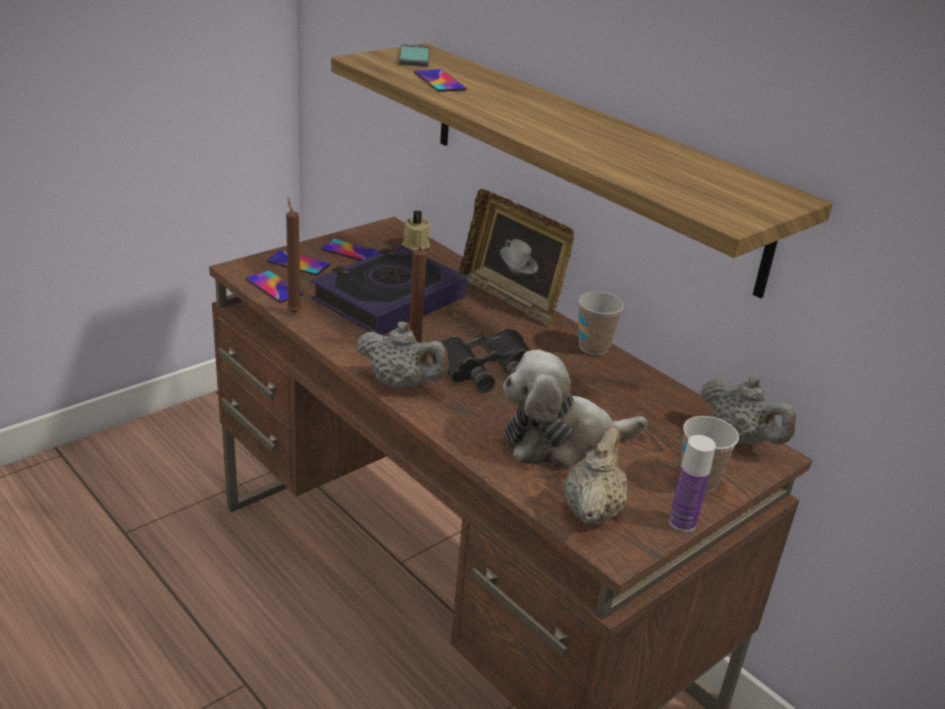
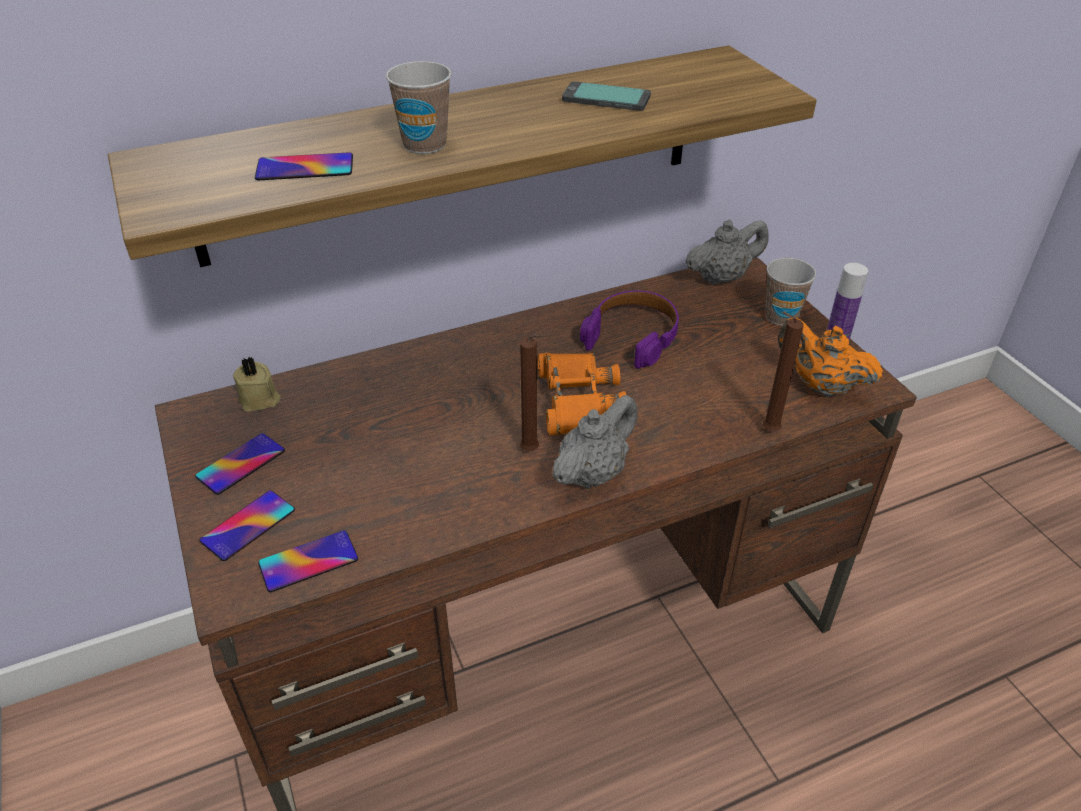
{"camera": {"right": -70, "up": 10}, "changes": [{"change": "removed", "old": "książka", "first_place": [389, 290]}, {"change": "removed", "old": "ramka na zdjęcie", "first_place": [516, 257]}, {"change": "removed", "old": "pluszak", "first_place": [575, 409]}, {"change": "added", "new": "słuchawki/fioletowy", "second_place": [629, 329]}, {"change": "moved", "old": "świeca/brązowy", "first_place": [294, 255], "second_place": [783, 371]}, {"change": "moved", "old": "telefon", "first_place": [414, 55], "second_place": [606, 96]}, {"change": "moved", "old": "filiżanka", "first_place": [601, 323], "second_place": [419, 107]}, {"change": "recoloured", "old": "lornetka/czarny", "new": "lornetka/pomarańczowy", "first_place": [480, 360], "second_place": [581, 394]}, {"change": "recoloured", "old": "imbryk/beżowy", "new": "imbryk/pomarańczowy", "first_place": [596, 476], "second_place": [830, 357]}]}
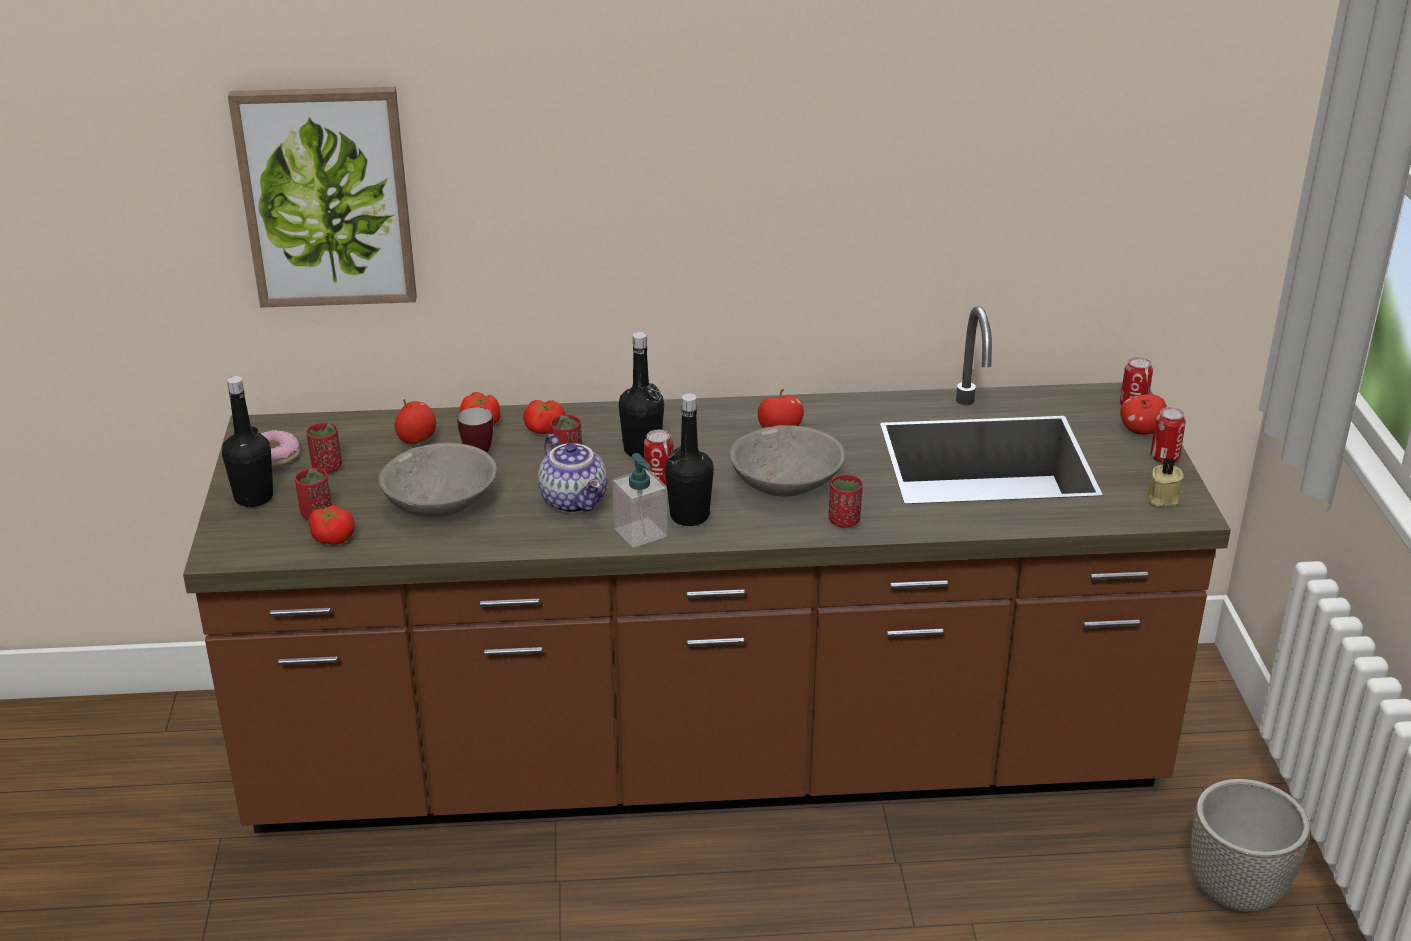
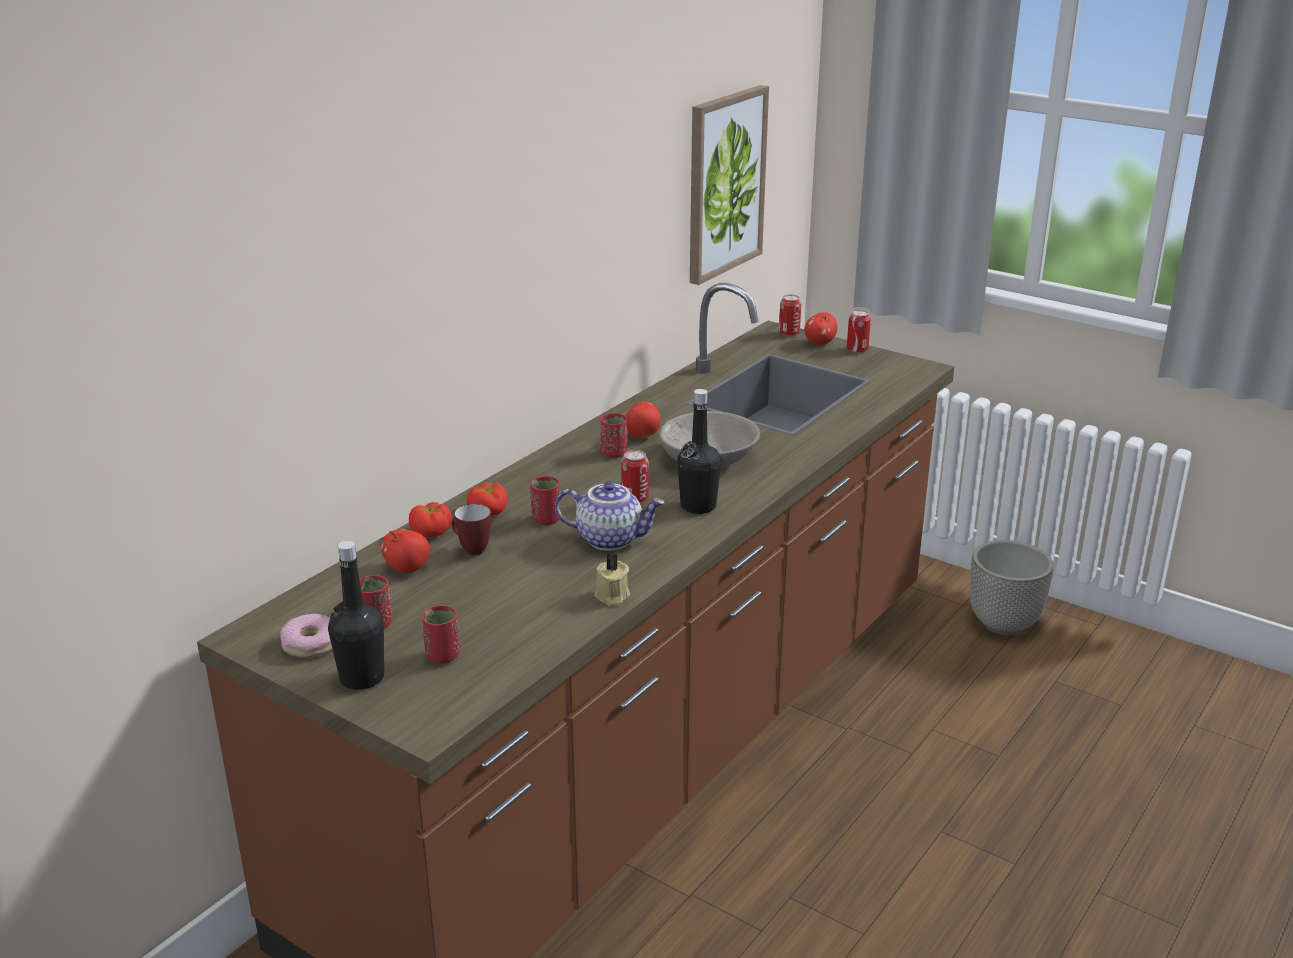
{"camera": {"right": -50, "up": -5}, "changes": [{"change": "removed", "old": "pomidor", "first_place": [331, 525]}, {"change": "removed", "old": "miska/szary", "first_place": [437, 480]}, {"change": "removed", "old": "dozownik mydła", "first_place": [640, 500]}, {"change": "removed", "old": "butelka/czarny", "first_place": [641, 395]}, {"change": "moved", "old": "obraz", "first_place": [322, 197], "second_place": [729, 185]}, {"change": "moved", "old": "filiżanka/czerwony", "first_place": [846, 501], "second_place": [614, 435]}, {"change": "moved", "old": "świeca/beżowy", "first_place": [1165, 482], "second_place": [612, 579]}]}
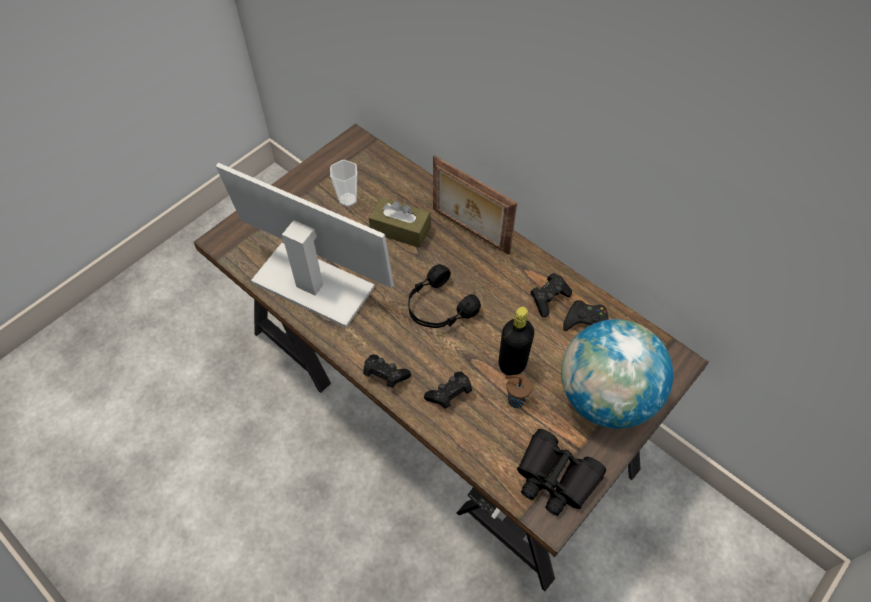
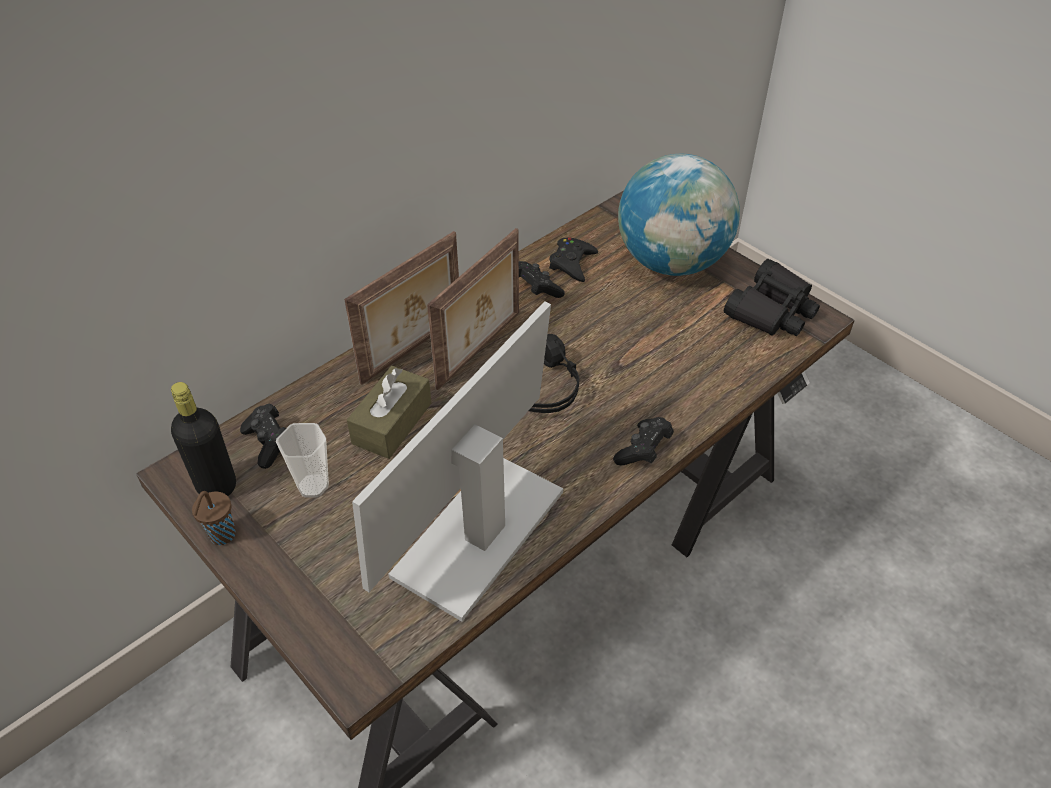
{"camera": {"right": -85, "up": -10}, "changes": [{"change": "added", "new": "ramka na zdjęcie", "second_place": [473, 309]}, {"change": "moved", "old": "pad do gier/czarny", "first_place": [448, 390], "second_place": [263, 436]}, {"change": "moved", "old": "butelka/czarny", "first_place": [516, 341], "second_place": [203, 439]}, {"change": "moved", "old": "filiżanka/brązowy", "first_place": [518, 391], "second_place": [213, 518]}]}
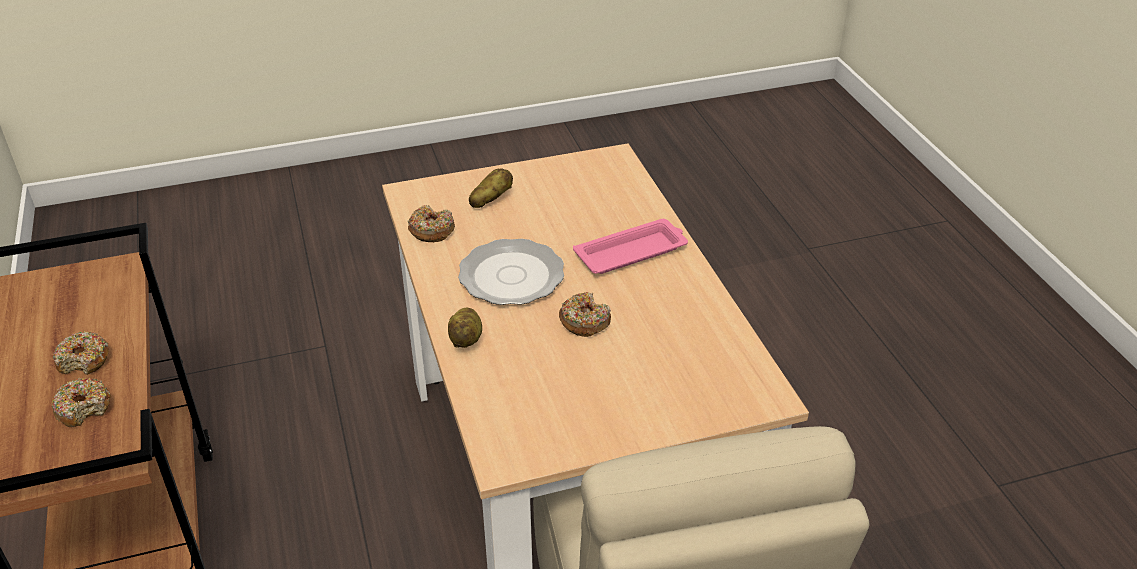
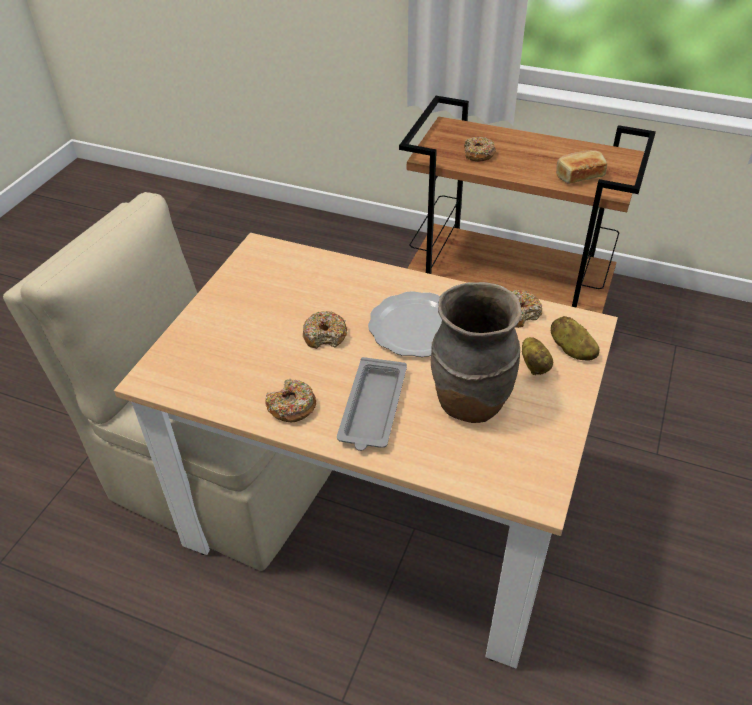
{"camera": {"right": 130, "up": 5}, "changes": [{"change": "added", "new": "wazon/brązowy", "second_place": [476, 352]}, {"change": "added", "new": "chleb", "second_place": [581, 167]}, {"change": "moved", "old": "donut", "first_place": [81, 353], "second_place": [290, 400]}, {"change": "moved", "old": "ziemniak", "first_place": [465, 328], "second_place": [575, 338]}, {"change": "recoloured", "old": "taca/różowy", "new": "taca/szary", "first_place": [630, 246], "second_place": [372, 404]}]}
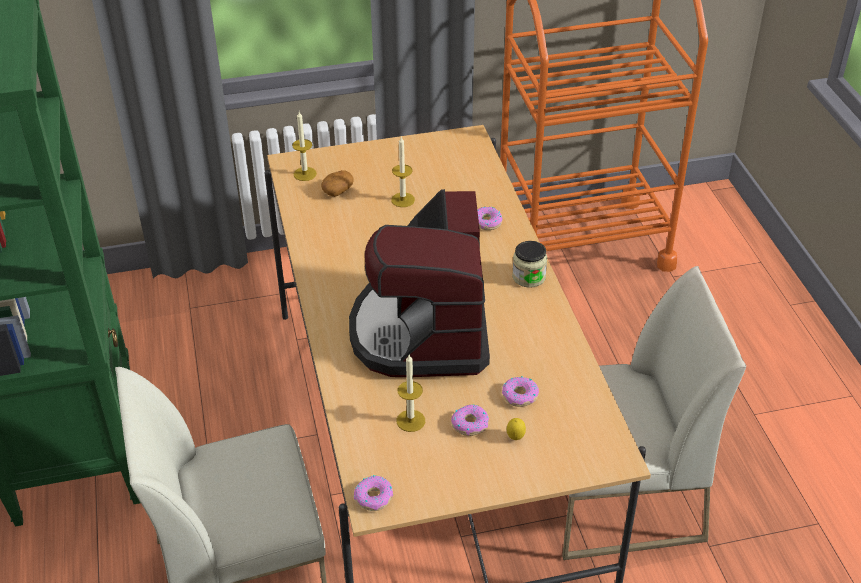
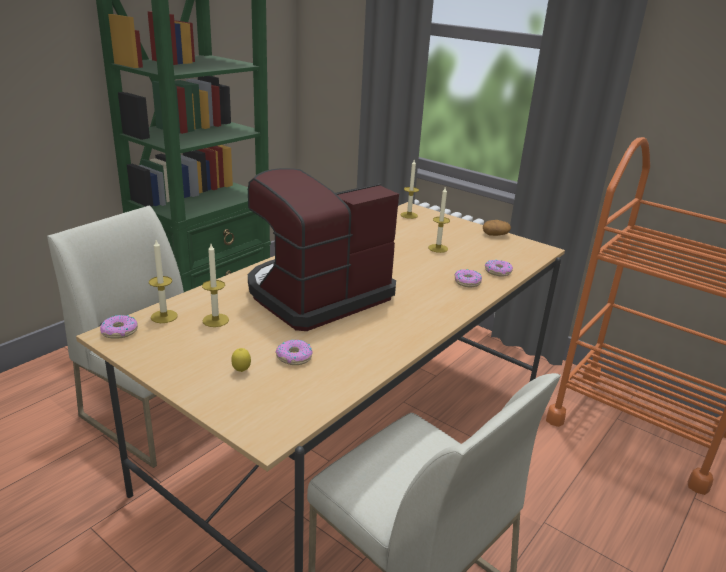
{"camera": {"right": 50, "up": -15}, "changes": [{"change": "removed", "old": "słoik", "first_place": [529, 264]}, {"change": "added", "new": "świeca", "second_place": [163, 281]}, {"change": "moved", "old": "ziemniak", "first_place": [337, 183], "second_place": [497, 228]}, {"change": "moved", "old": "donut", "first_place": [470, 420], "second_place": [499, 268]}]}
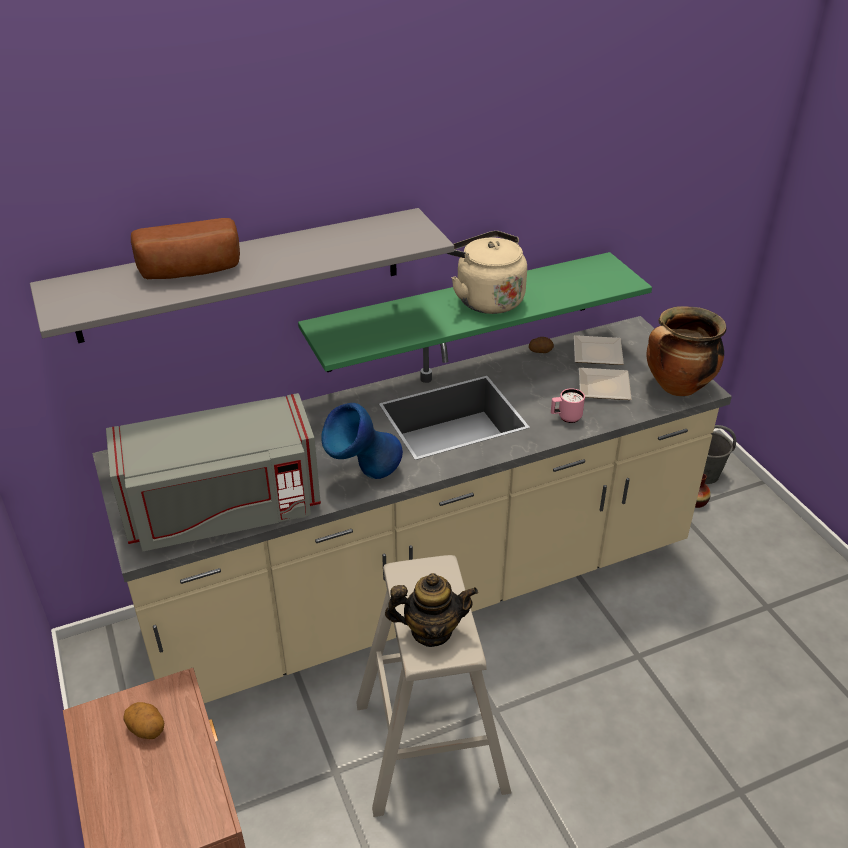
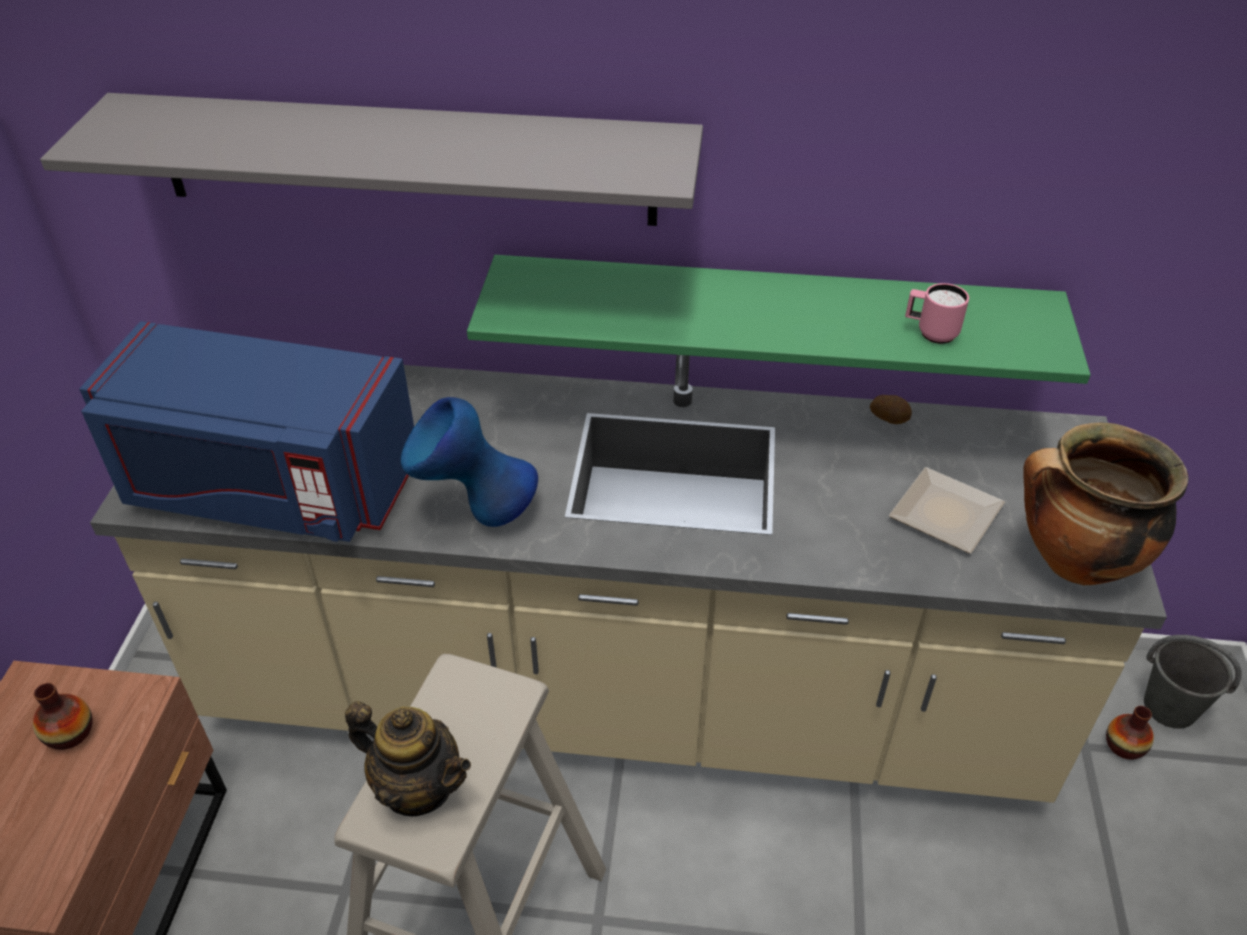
{"camera": {"right": 30, "up": 5}, "changes": [{"change": "removed", "old": "chleb", "first_place": [185, 248]}, {"change": "removed", "old": "czajnik/beżowy", "first_place": [486, 272]}, {"change": "removed", "old": "talerz", "first_place": [599, 350]}, {"change": "moved", "old": "kubek/różowy", "first_place": [568, 405], "second_place": [937, 313]}, {"change": "replaced", "old": "ziemniak", "new": "wazon", "first_place": [144, 720], "second_place": [63, 716]}, {"change": "recoloured", "old": "mikrofalówka/szary", "new": "mikrofalówka/niebieski", "first_place": [213, 472], "second_place": [246, 431]}]}
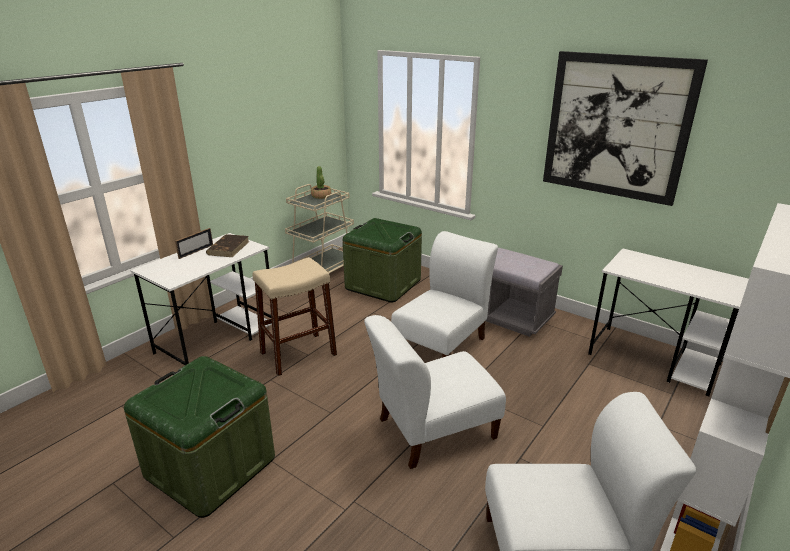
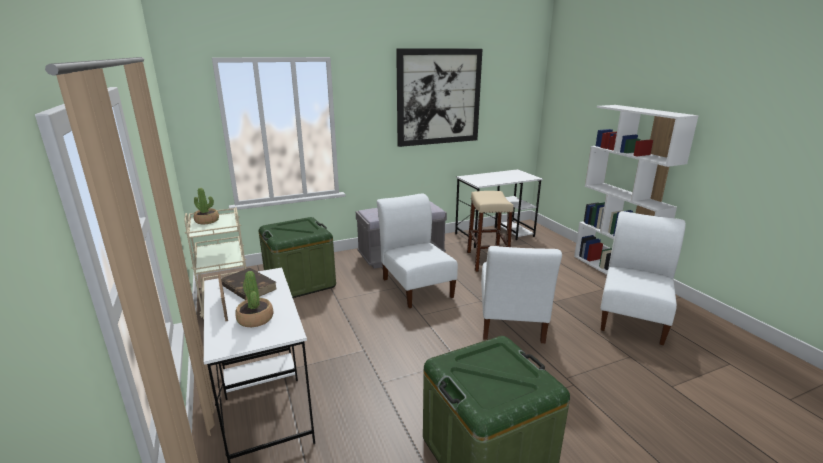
{"camera": {"right": -60, "up": -5}, "changes": [{"change": "added", "new": "roślina doniczkowa", "second_place": [254, 299]}, {"change": "moved", "old": "stołek/beżowy", "first_place": [295, 316], "second_place": [490, 231]}]}
